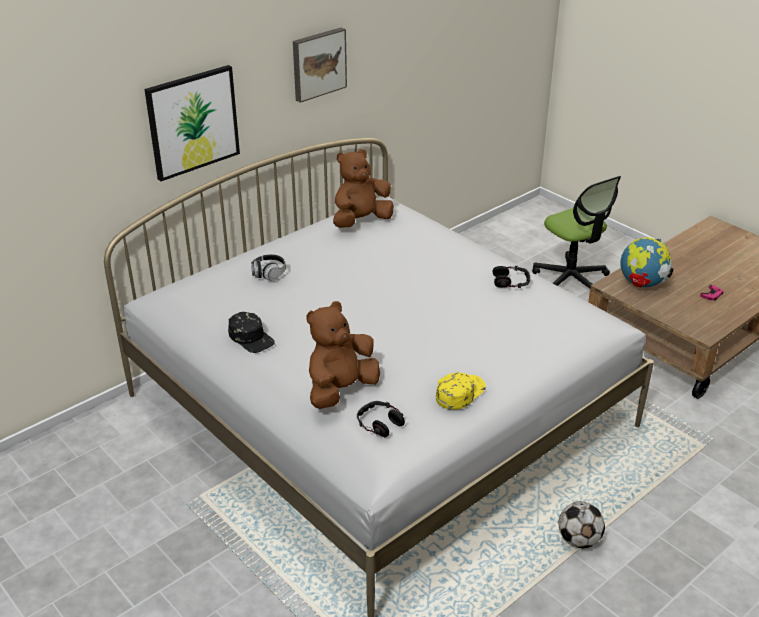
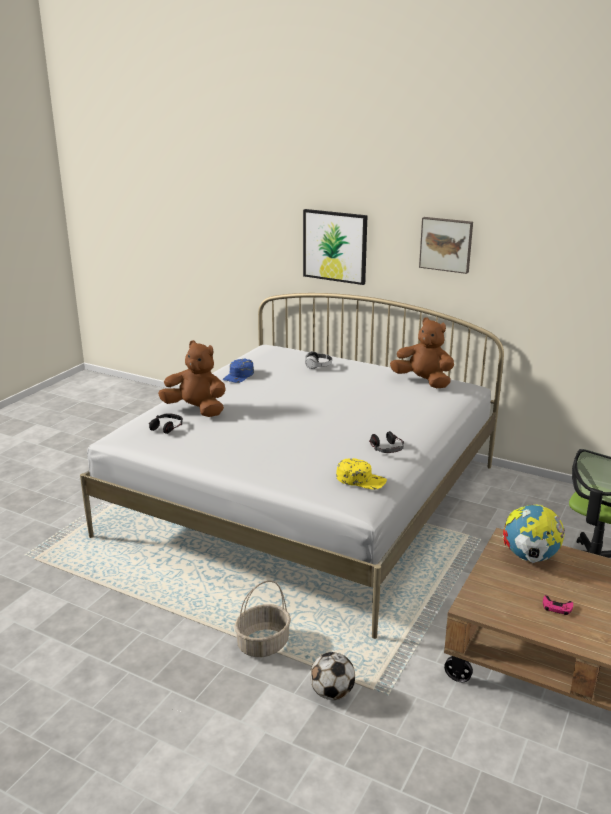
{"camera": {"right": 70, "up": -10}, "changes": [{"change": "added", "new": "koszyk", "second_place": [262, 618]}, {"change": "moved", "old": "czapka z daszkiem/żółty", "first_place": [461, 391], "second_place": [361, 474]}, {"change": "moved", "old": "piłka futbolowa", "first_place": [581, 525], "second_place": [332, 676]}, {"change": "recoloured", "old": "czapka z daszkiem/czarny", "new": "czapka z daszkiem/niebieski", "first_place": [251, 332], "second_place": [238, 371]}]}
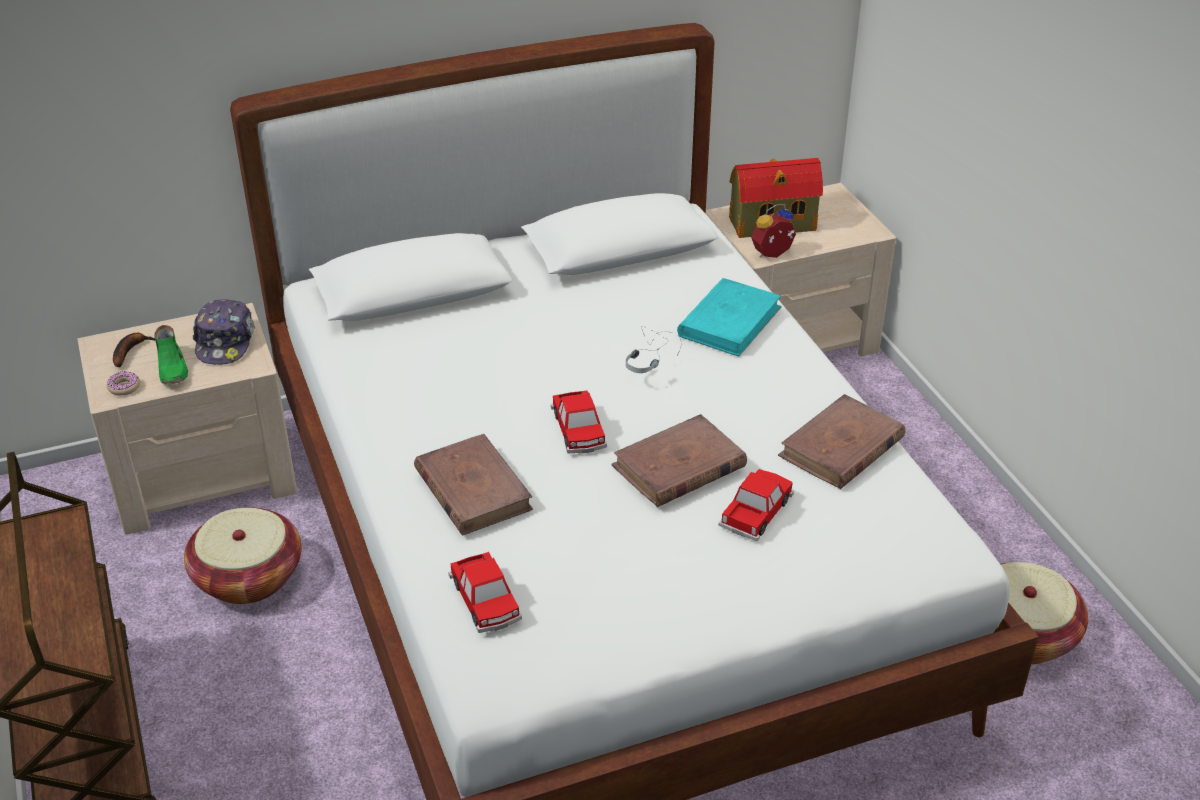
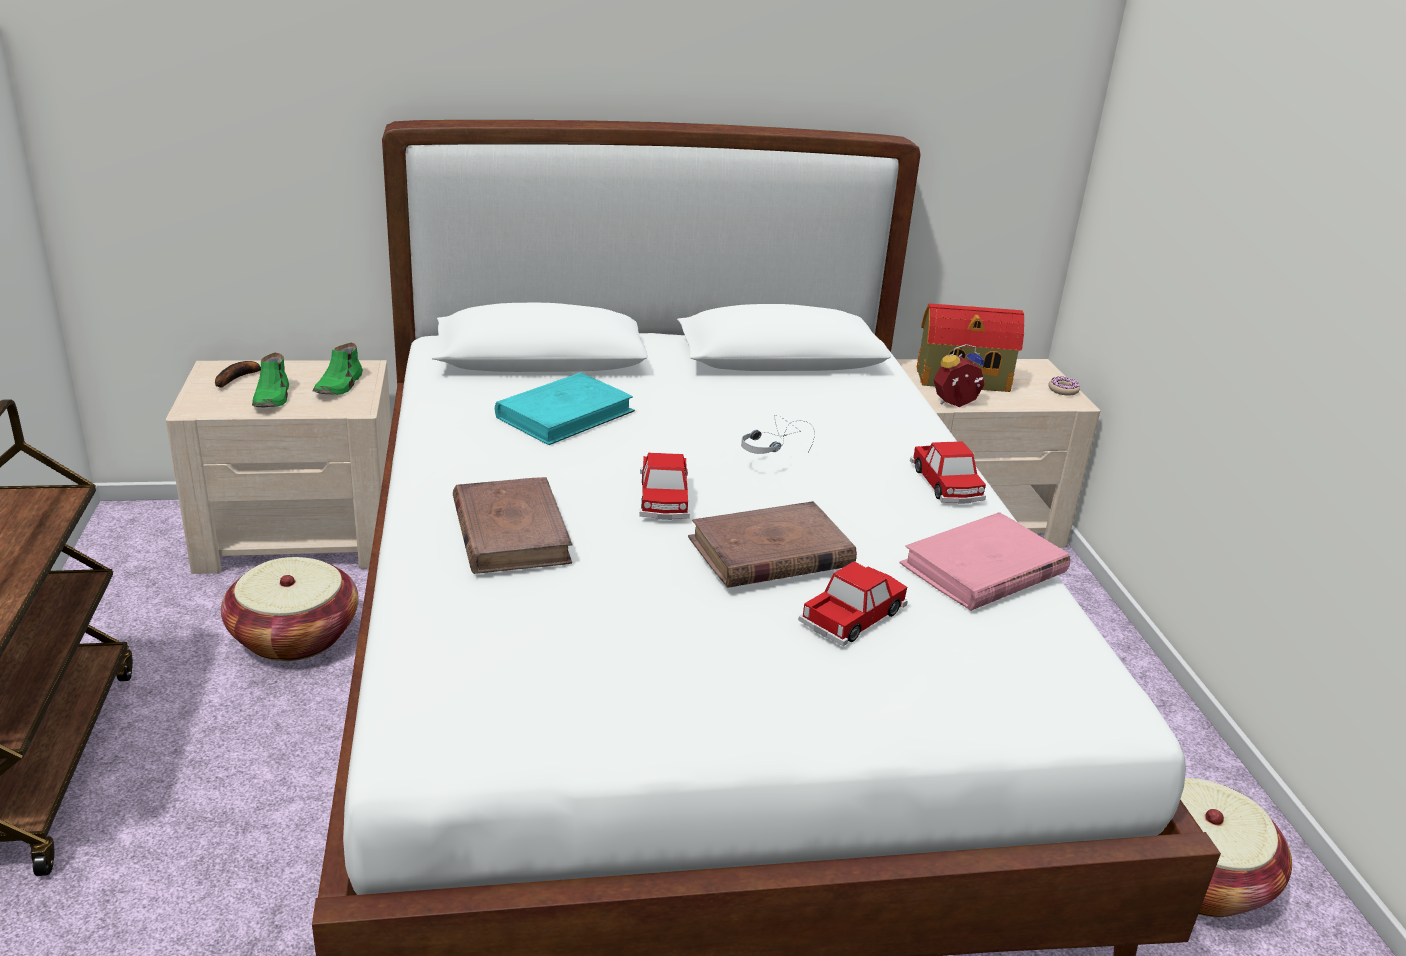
{"camera": {"right": 10, "up": -10}, "changes": [{"change": "moved", "old": "donut", "first_place": [123, 383], "second_place": [1064, 386]}, {"change": "moved", "old": "samochodzik", "first_place": [485, 592], "second_place": [948, 472]}, {"change": "moved", "old": "książka/turkusowy", "first_place": [729, 317], "second_place": [565, 408]}, {"change": "replaced", "old": "czapka z daszkiem", "new": "but/zielony", "first_place": [224, 332], "second_place": [338, 369]}, {"change": "recoloured", "old": "książka/brązowy", "new": "książka/różowy", "first_place": [841, 441], "second_place": [985, 561]}]}
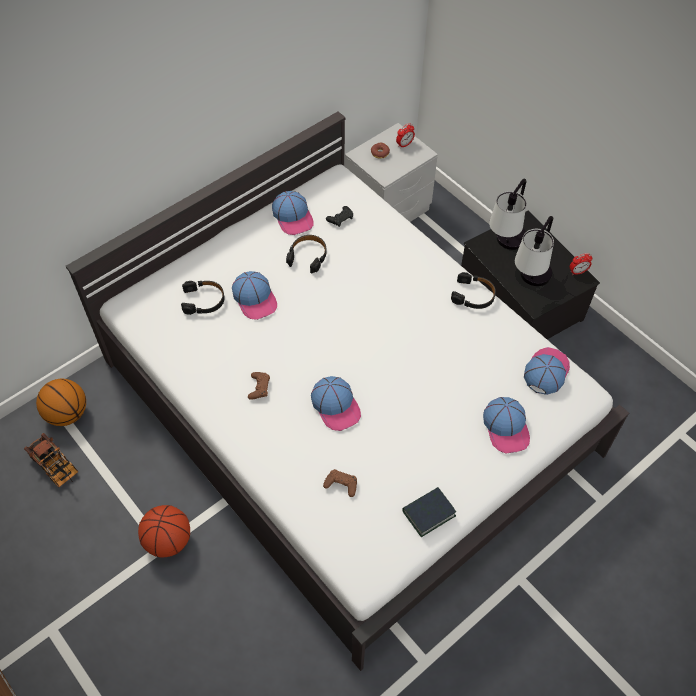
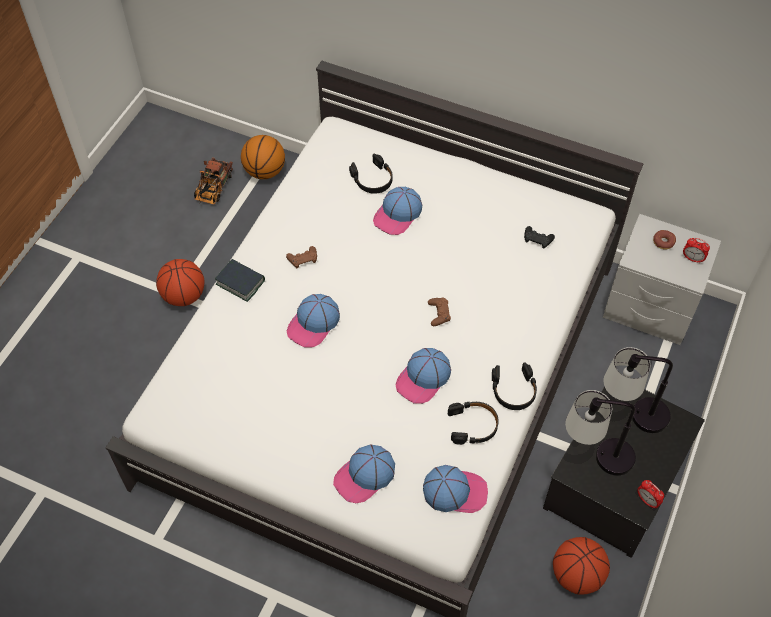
{"camera": {"right": 65, "up": 0}, "changes": [{"change": "added", "new": "piłka do koszykówki", "second_place": [581, 566]}, {"change": "moved", "old": "czapka z daszkiem", "first_place": [293, 213], "second_place": [423, 376]}, {"change": "moved", "old": "słuchawki/czarny", "first_place": [306, 254], "second_place": [473, 423]}, {"change": "moved", "old": "pad do gier/brązowy", "first_place": [340, 483], "second_place": [439, 312]}, {"change": "moved", "old": "książka", "first_place": [429, 512], "second_place": [240, 280]}]}
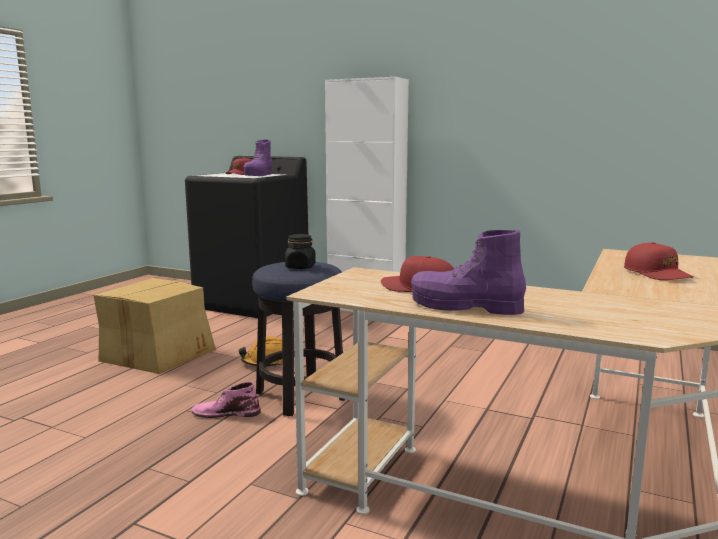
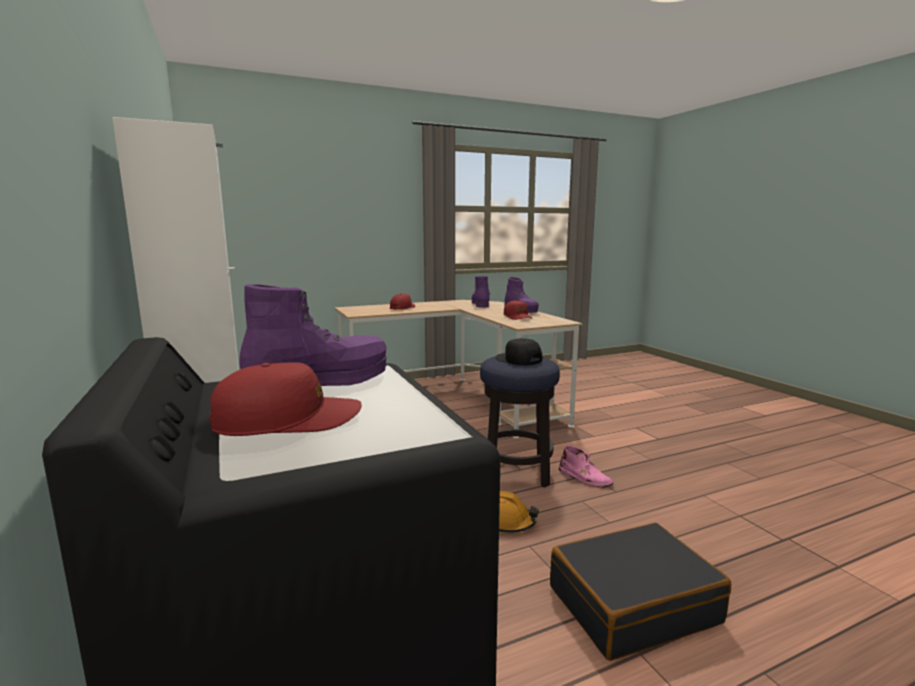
{"camera": {"right": -140, "up": 0}, "changes": [{"change": "added", "new": "but z cholewką/fioletowy", "second_place": [481, 292]}, {"change": "replaced", "old": "karton", "new": "walizka/czarny", "first_place": [154, 326], "second_place": [640, 591]}, {"change": "replaced", "old": "słoik/czarny", "new": "czapka z daszkiem/czarny", "first_place": [300, 251], "second_place": [518, 352]}]}
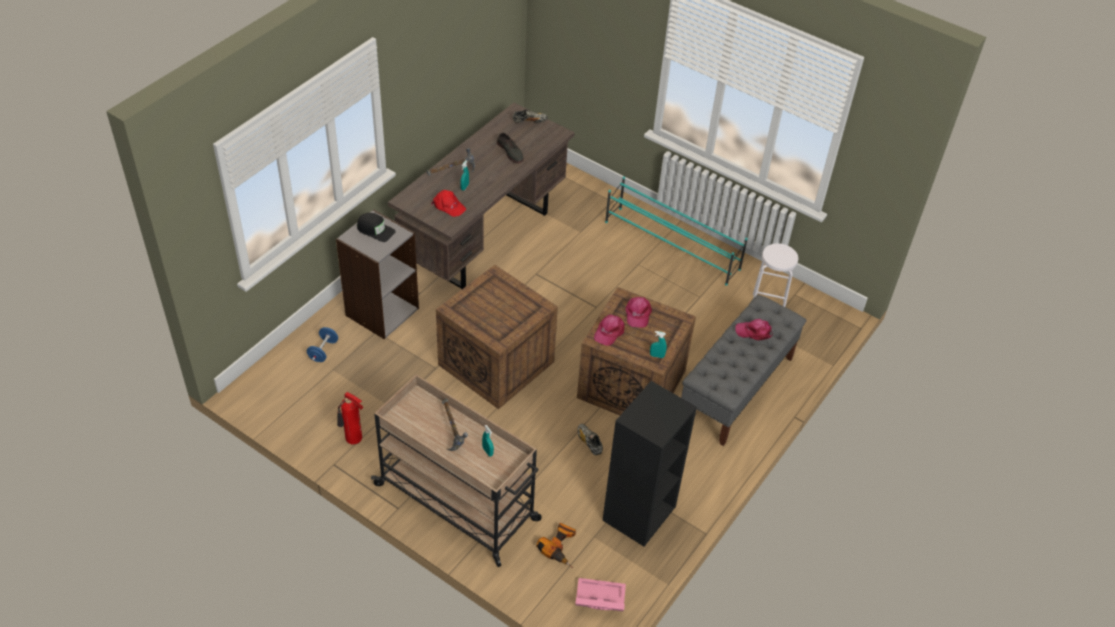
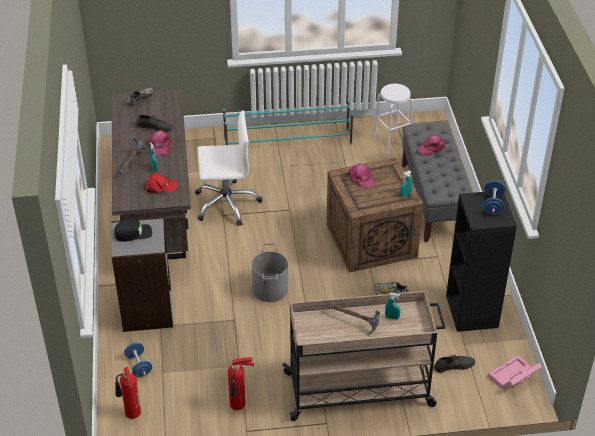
{"camera": {"right": -40, "up": -5}, "changes": [{"change": "added", "new": "gaśnica", "second_place": [128, 393]}, {"change": "added", "new": "krzesło biurowe/biały", "second_place": [228, 168]}, {"change": "added", "new": "hantel/niebieski", "second_place": [494, 197]}, {"change": "moved", "old": "czapka z daszkiem/różowy", "first_place": [609, 330], "second_place": [160, 142]}, {"change": "replaced", "old": "skrzynka", "new": "wiadro/szary", "first_place": [497, 337], "second_place": [270, 272]}, {"change": "replaced", "old": "wiertarka", "new": "but/szary", "first_place": [556, 545], "second_place": [454, 363]}]}
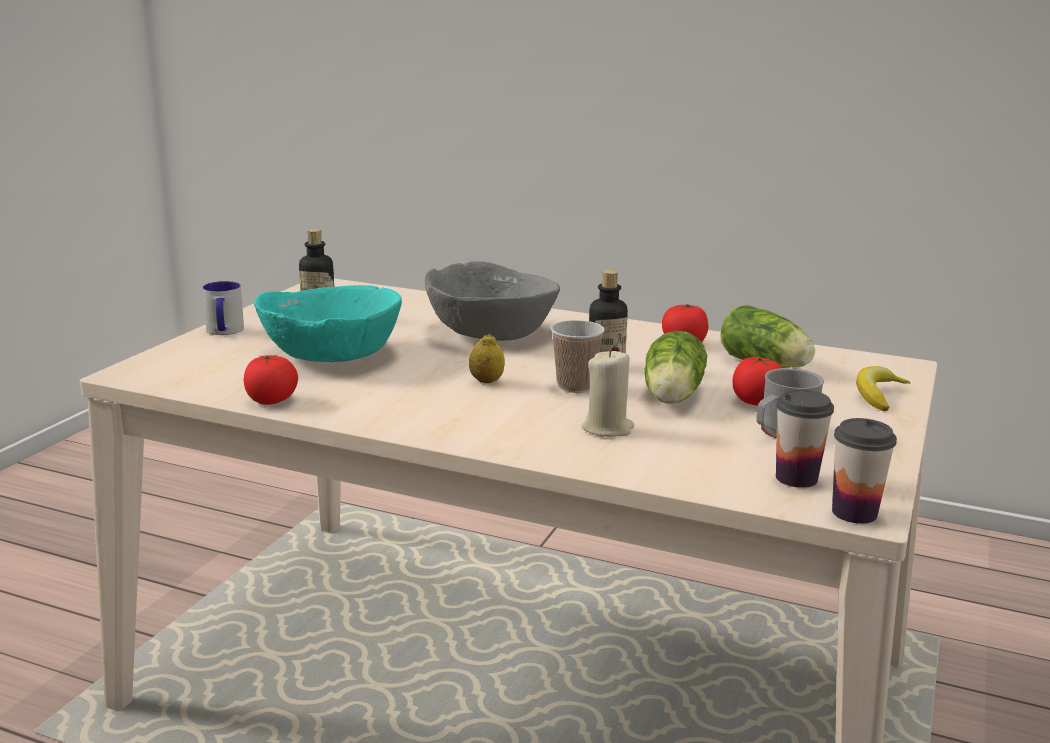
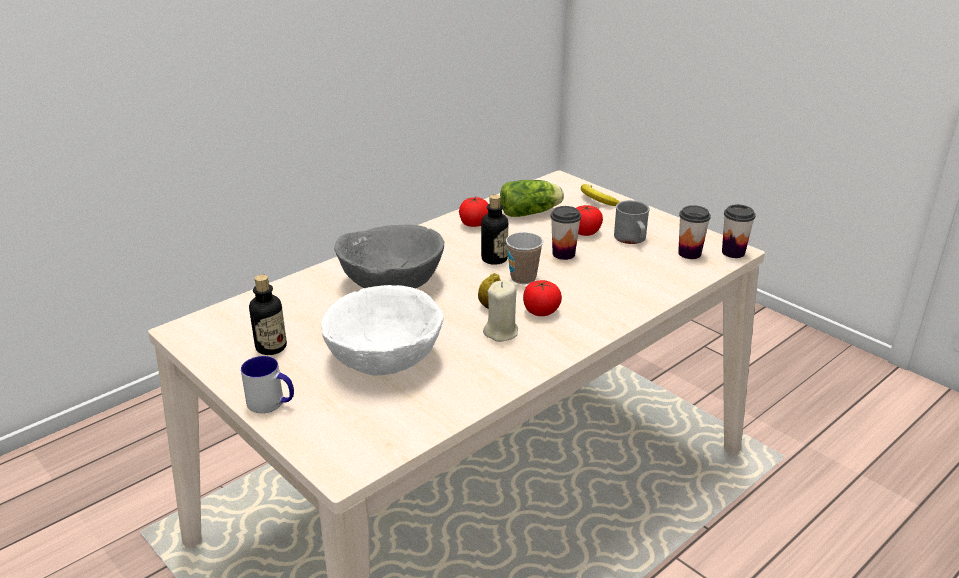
{"camera": {"right": -65, "up": 10}, "changes": [{"change": "moved", "old": "pomidor", "first_place": [271, 380], "second_place": [542, 298]}, {"change": "moved", "old": "świeca/beżowy", "first_place": [607, 393], "second_place": [500, 311]}, {"change": "replaced", "old": "sałata", "new": "filiżanka", "first_place": [675, 367], "second_place": [566, 233]}, {"change": "recoloured", "old": "miska/turkusowy", "new": "miska/biały", "first_place": [328, 323], "second_place": [382, 330]}]}
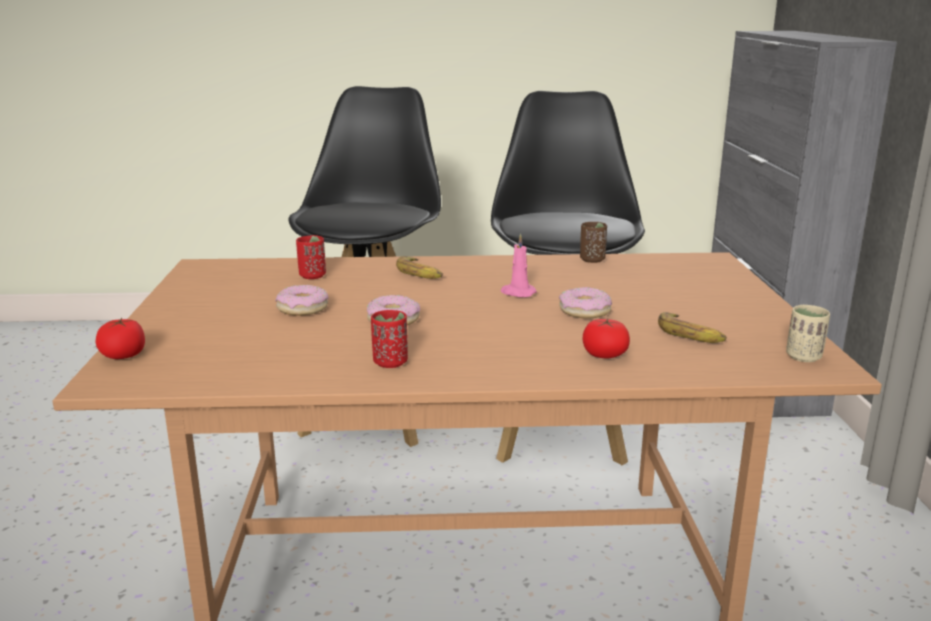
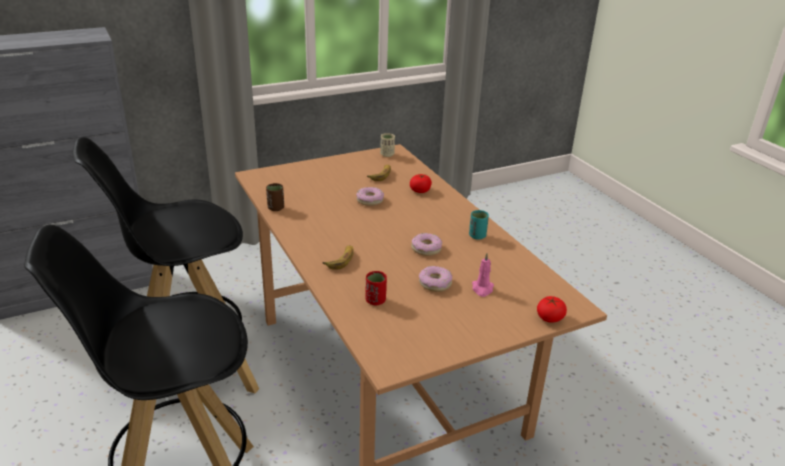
{"camera": {"right": -115, "up": 10}, "changes": [{"change": "moved", "old": "świeca/różowy", "first_place": [519, 265], "second_place": [483, 275]}, {"change": "recoloured", "old": "filiżanka/czerwony", "new": "filiżanka/turkusowy", "first_place": [389, 339], "second_place": [479, 225]}]}
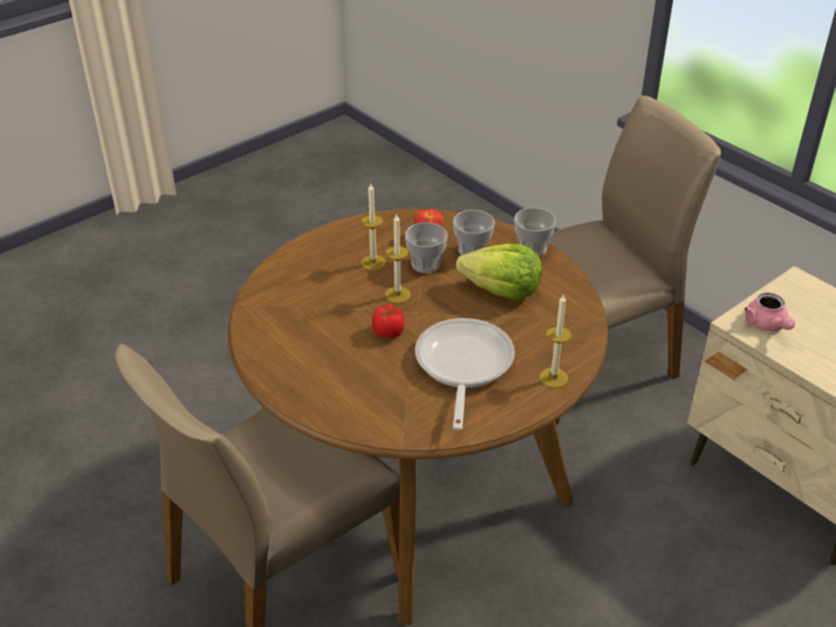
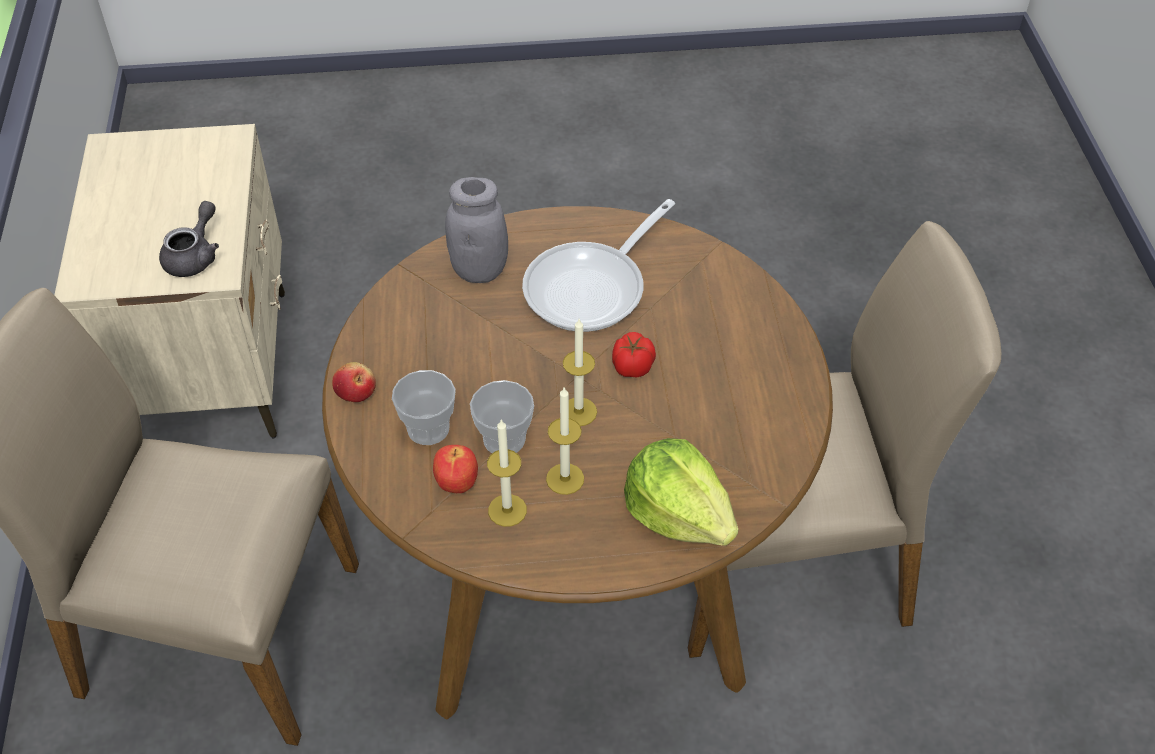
{"camera": {"right": -145, "up": 10}, "changes": [{"change": "added", "new": "słoik/szary", "second_place": [476, 230]}, {"change": "moved", "old": "sałata", "first_place": [499, 272], "second_place": [681, 492]}, {"change": "moved", "old": "świeca", "first_place": [555, 341], "second_place": [507, 473]}, {"change": "replaced", "old": "filiżanka", "new": "jabłko", "first_place": [535, 232], "second_place": [354, 382]}, {"change": "recoloured", "old": "imbryk/różowy", "new": "imbryk/szary", "first_place": [769, 312], "second_place": [189, 239]}]}
